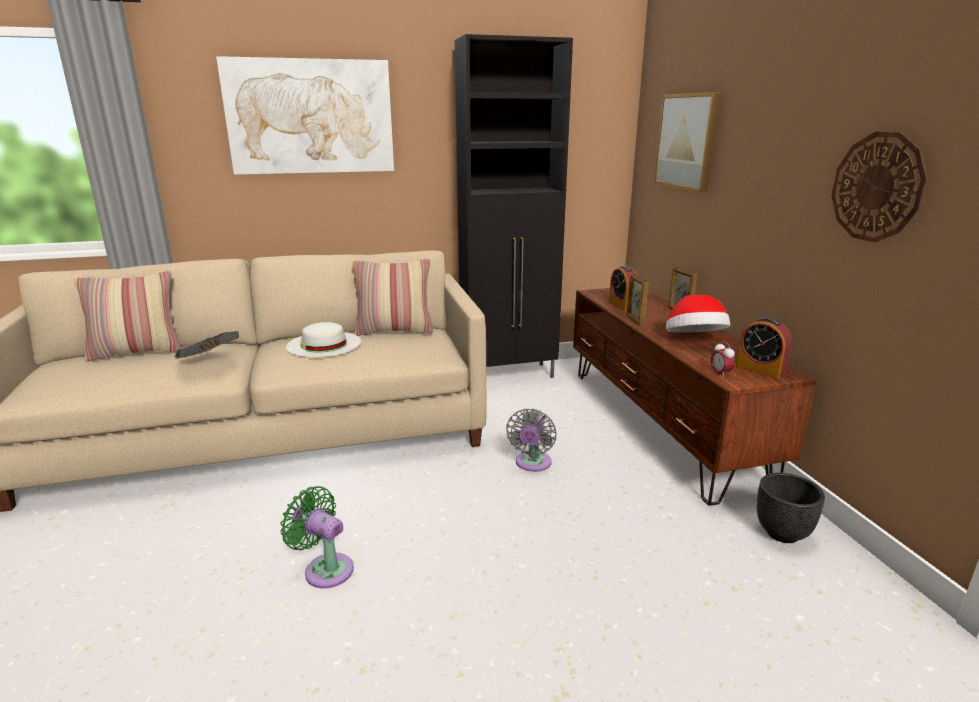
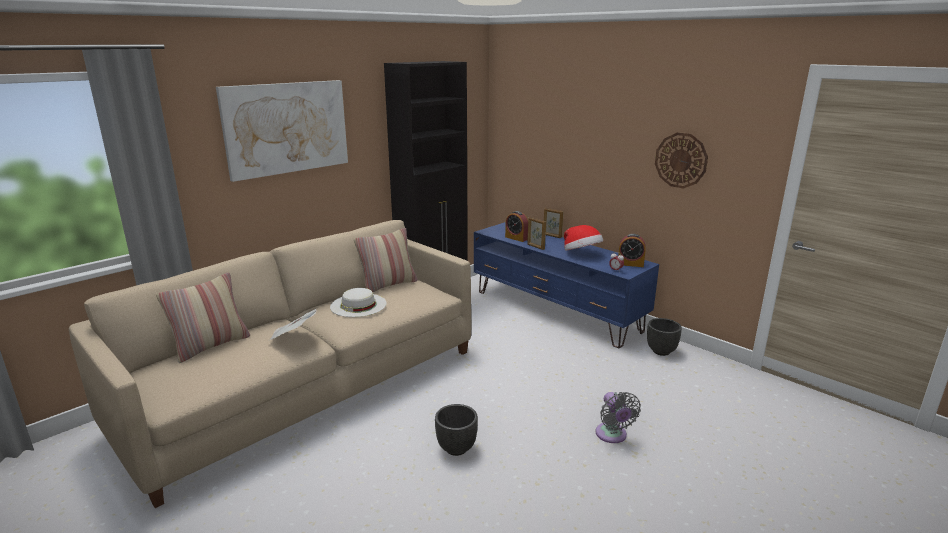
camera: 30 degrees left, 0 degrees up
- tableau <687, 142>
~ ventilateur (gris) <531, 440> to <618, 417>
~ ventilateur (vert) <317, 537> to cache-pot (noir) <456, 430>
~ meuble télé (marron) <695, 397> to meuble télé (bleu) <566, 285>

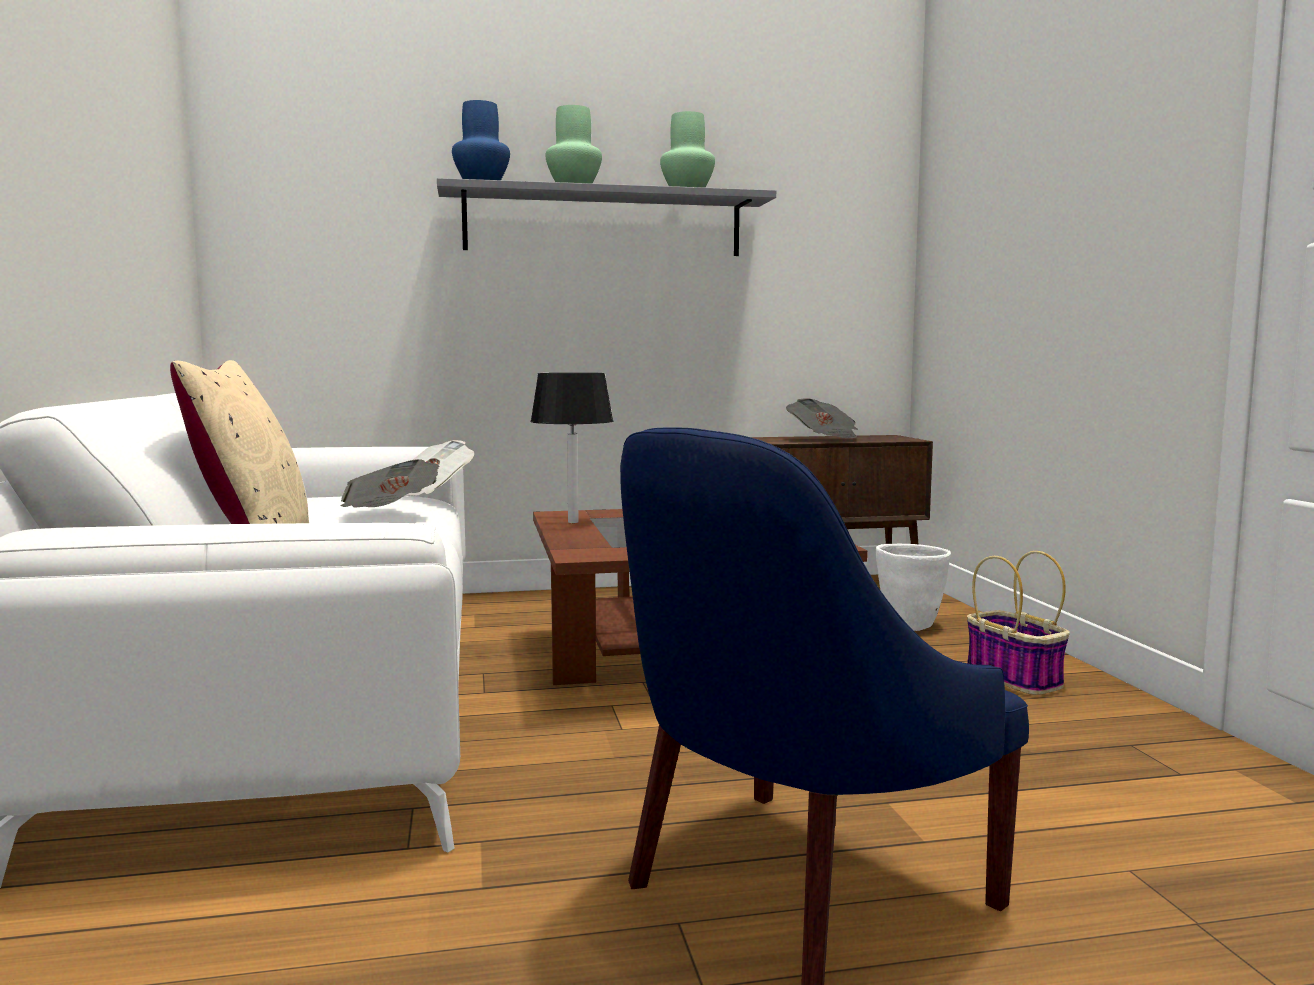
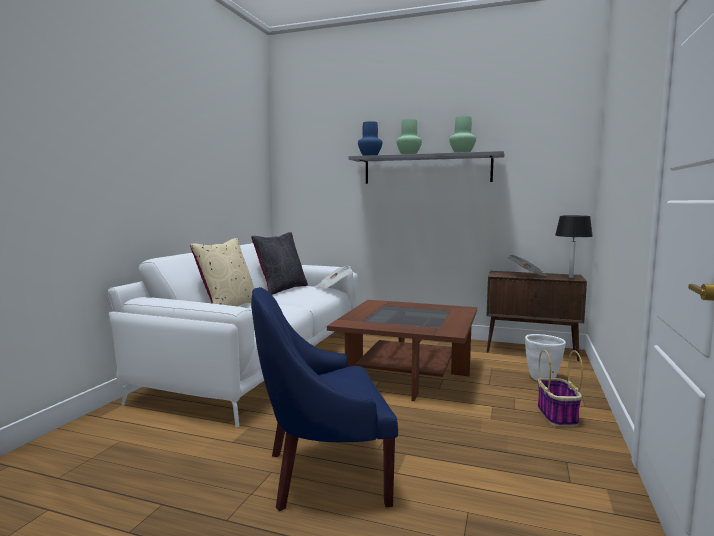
camera: 30 degrees right, 0 degrees up
- journal <389, 483>
+ coussin (noir) <279, 263>
~ lampe de table (noir) <572, 448> to <574, 247>

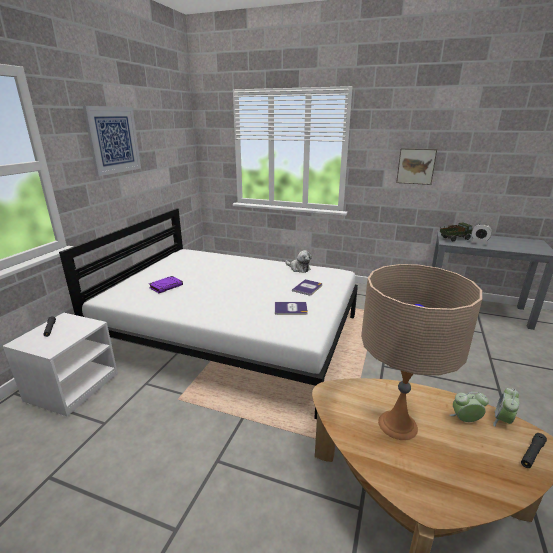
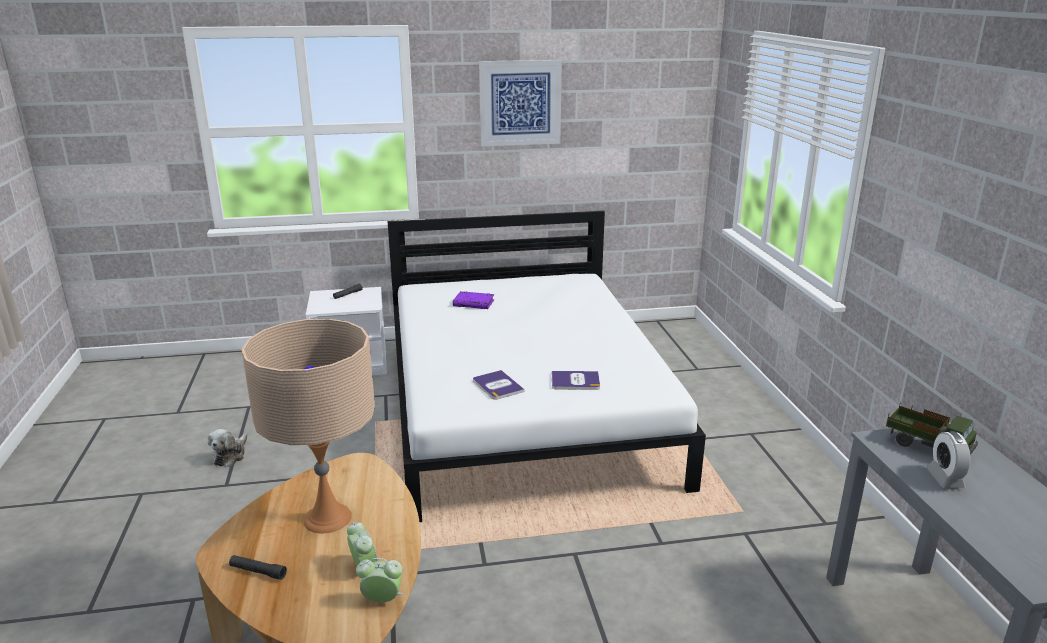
camera: 60 degrees right, 0 degrees up
- tableau <416, 166>
~ peluche <298, 261> to <227, 448>
~ lampe de poche (noir) <534, 450> to <258, 567>

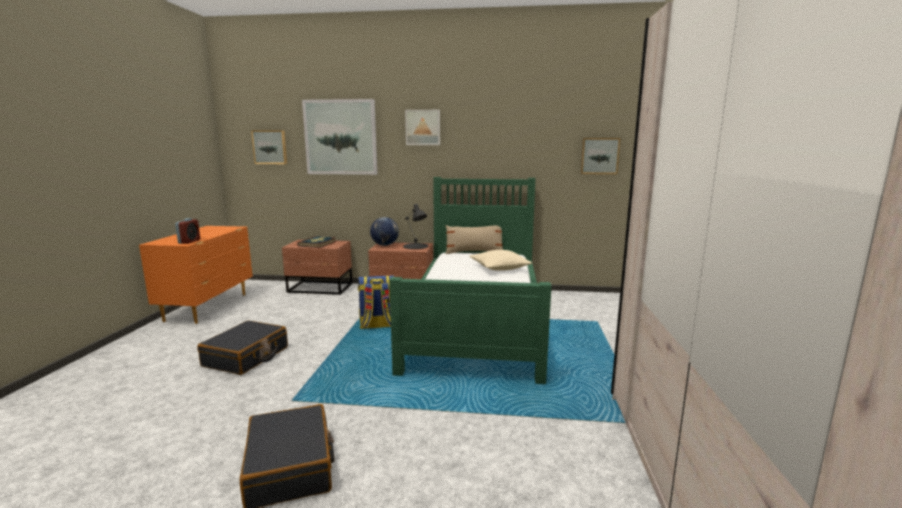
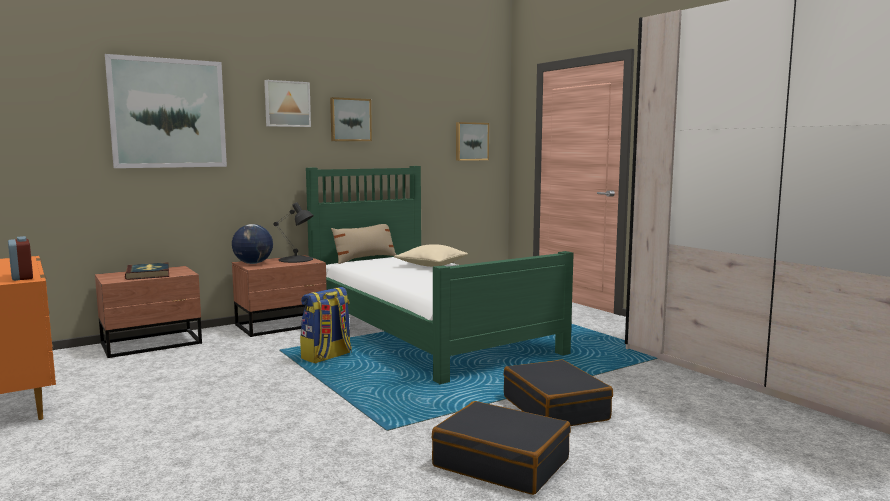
camera: 40 degrees left, 5 degrees down
~ valise (noir) <242, 347> to <558, 393>
~ tableau <269, 147> to <351, 119>

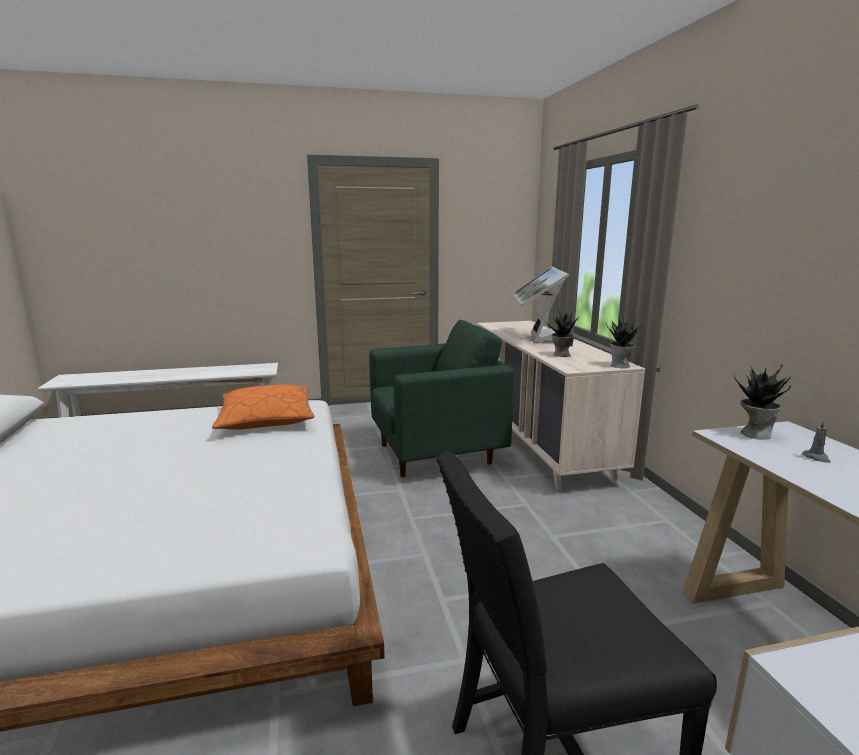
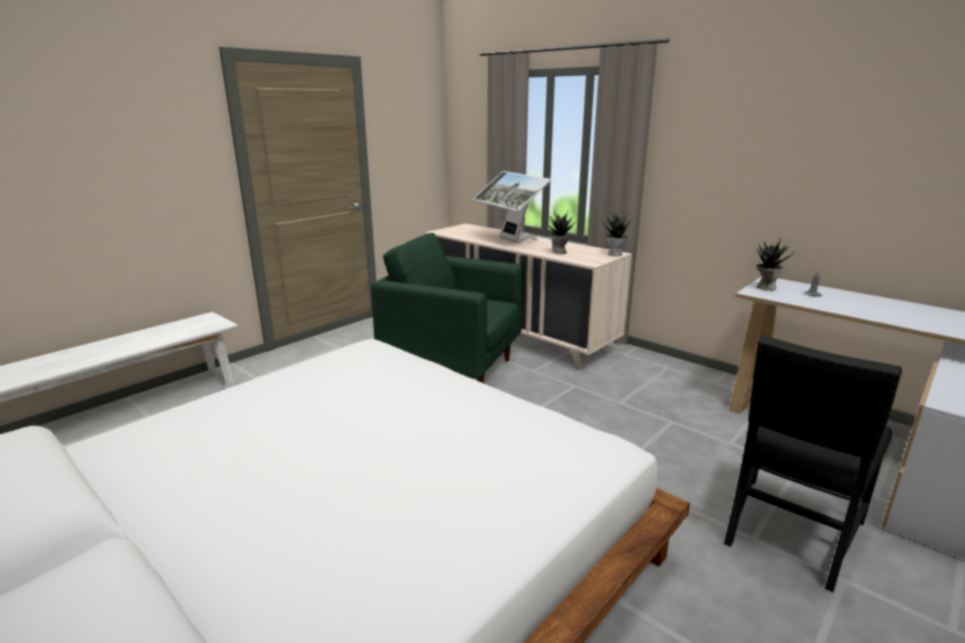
camera: 35 degrees left, 5 degrees up
- coussin (orange) <263, 407>
~ fauteuil (vert) <441, 398> = <447, 308> 105 degrees counterclockwise

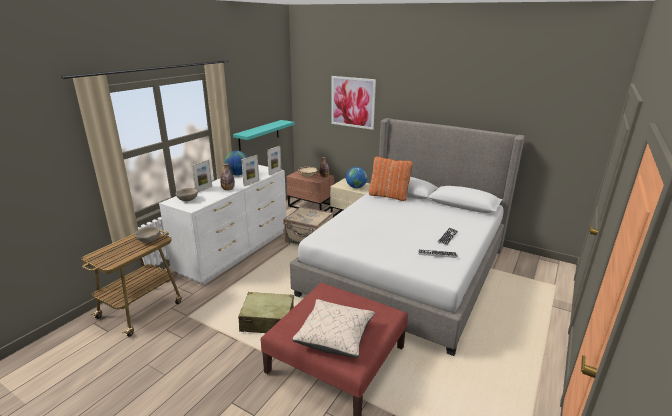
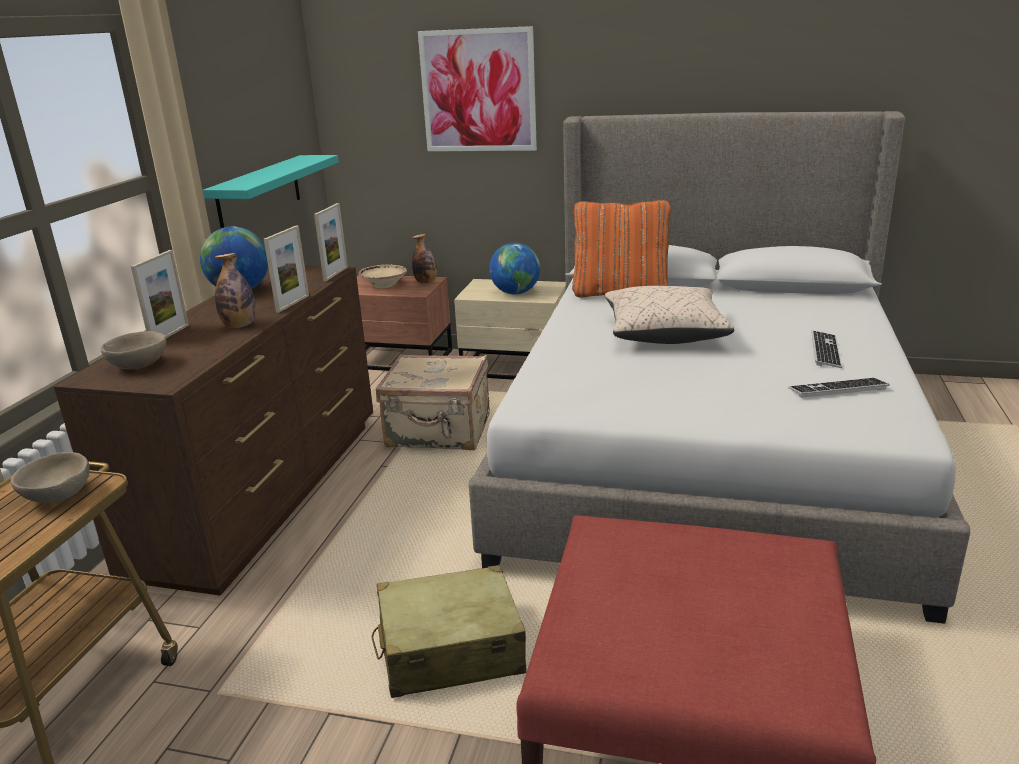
camera: 15 degrees left, 0 degrees up
~ coussin (beige) <333, 328> to <669, 315>
~ commode (blanc) <223, 225> to commode (marron) <213, 430>

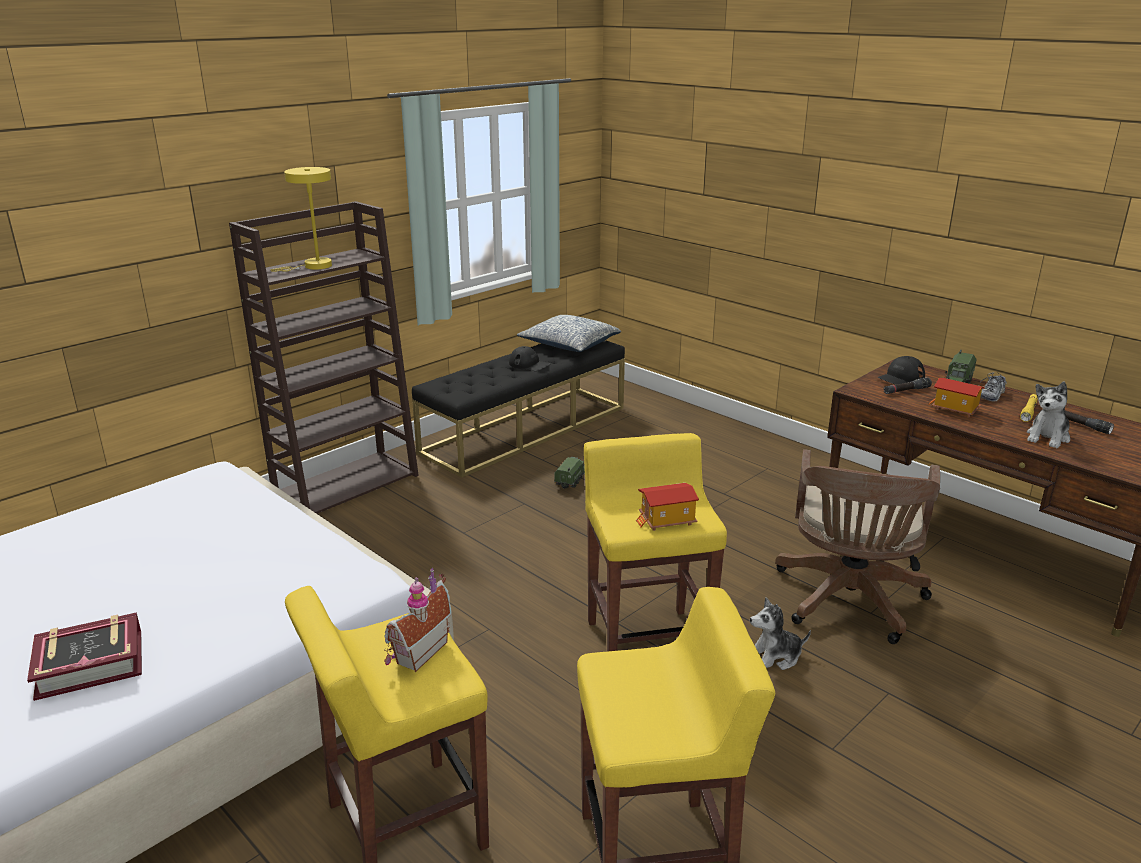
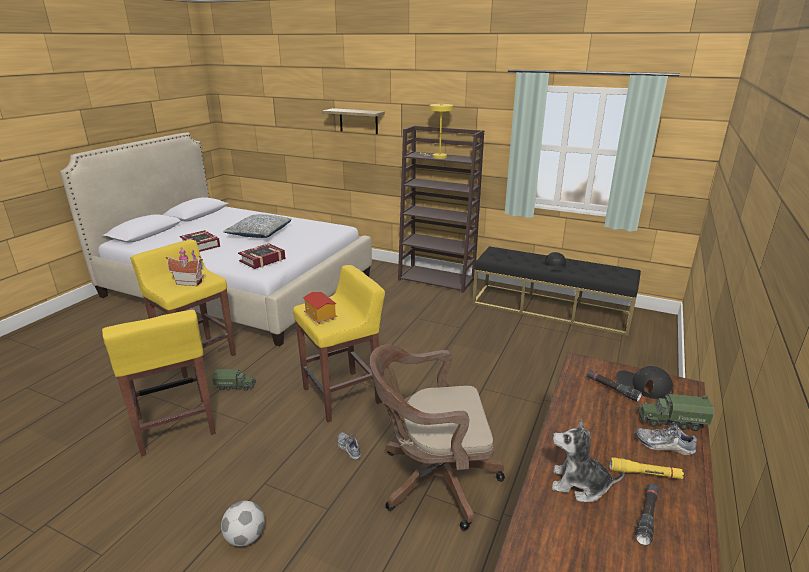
camera: 70 degrees right, 0 degrees up
- maison miniature <956, 398>
+ ballon de foot <243, 524>
+ livre <262, 256>
+ étagère <353, 121>
~ coussin <569, 333> to <257, 226>
~ camion jouet <569, 473> to <234, 380>
~ peluche <780, 633> to chaussure <349, 446>

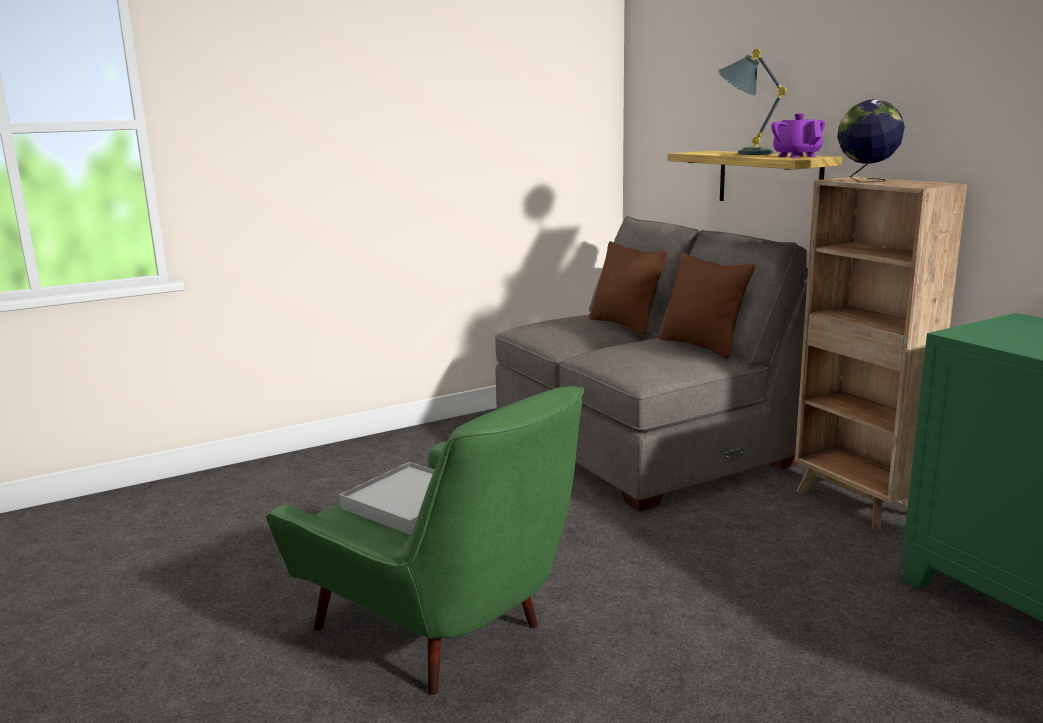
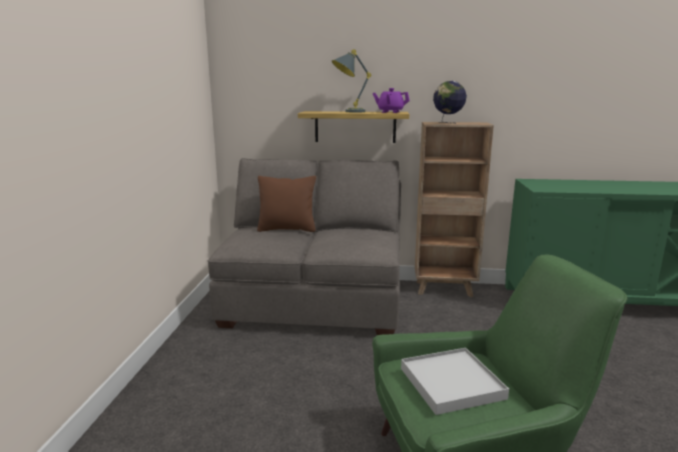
camera: 55 degrees left, 0 degrees up
- coussin (marron) <706, 305>

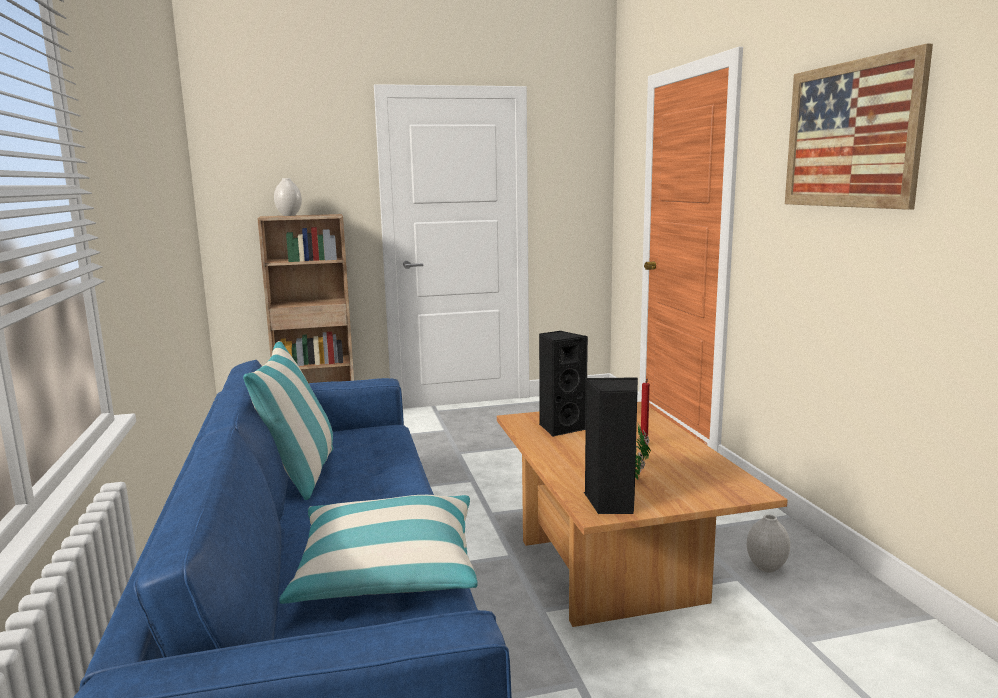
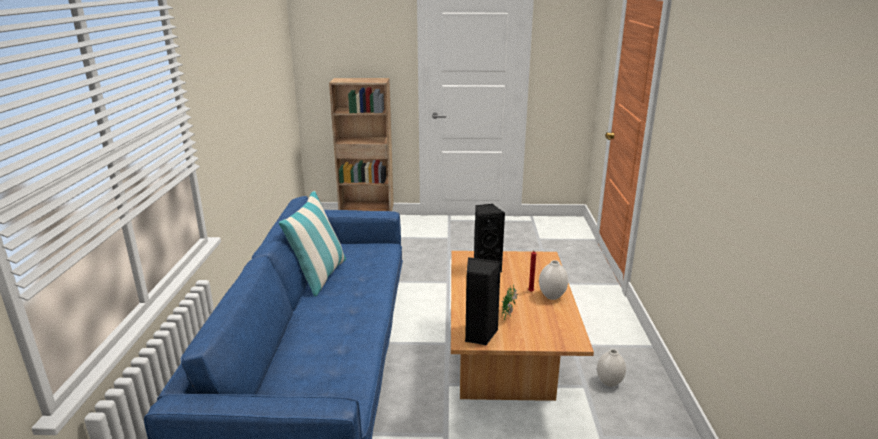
camera: 15 degrees right, 10 degrees up
- coussin <378, 549>
- tableau <859, 127>
~ vase (blanc) <288, 197> to <553, 280>

